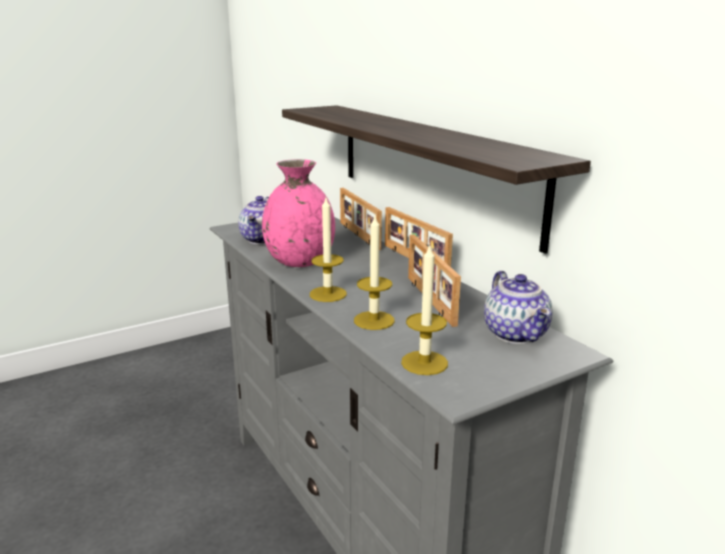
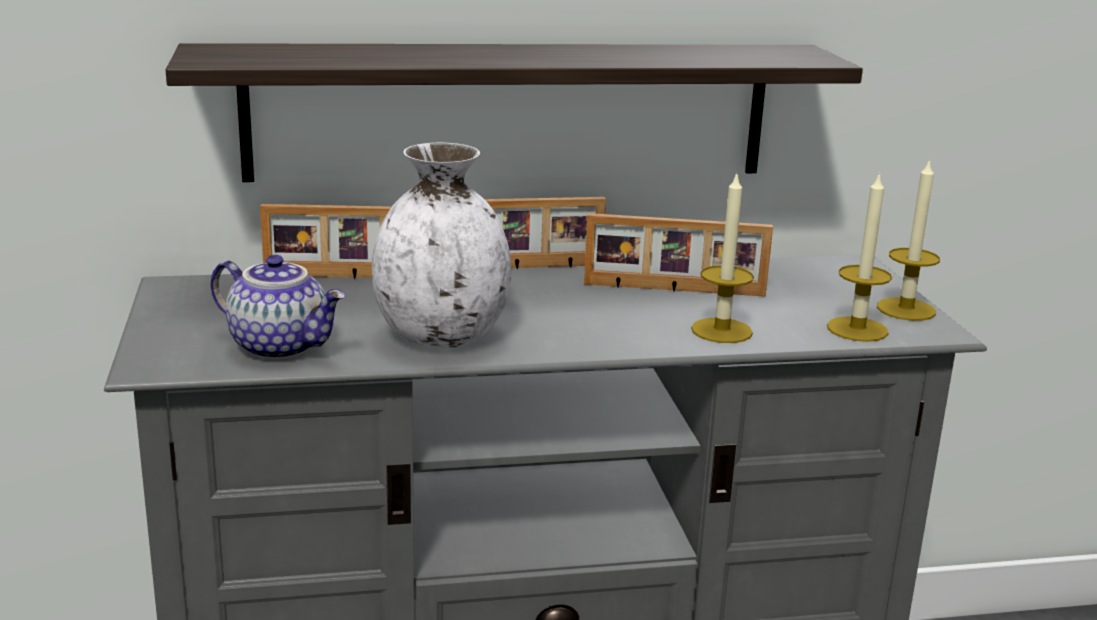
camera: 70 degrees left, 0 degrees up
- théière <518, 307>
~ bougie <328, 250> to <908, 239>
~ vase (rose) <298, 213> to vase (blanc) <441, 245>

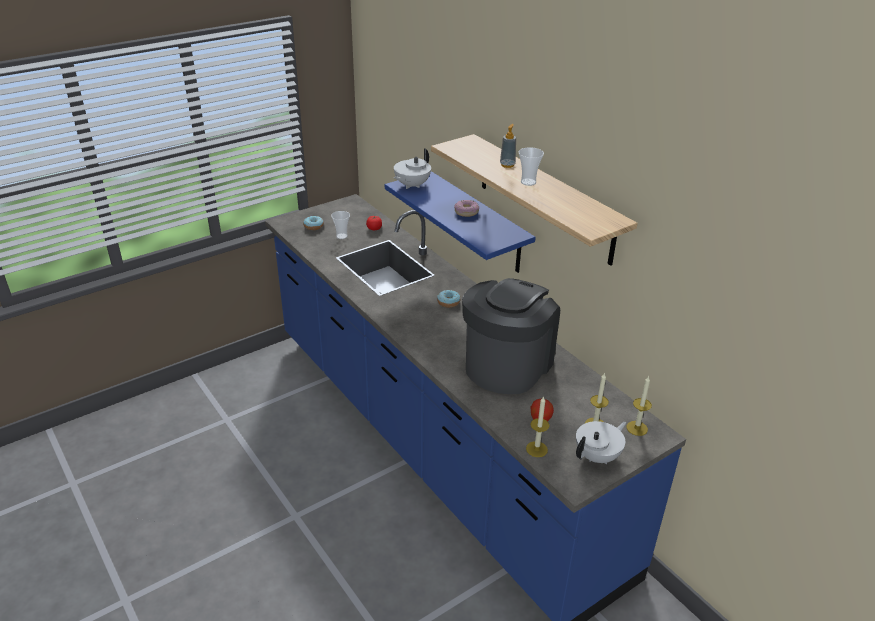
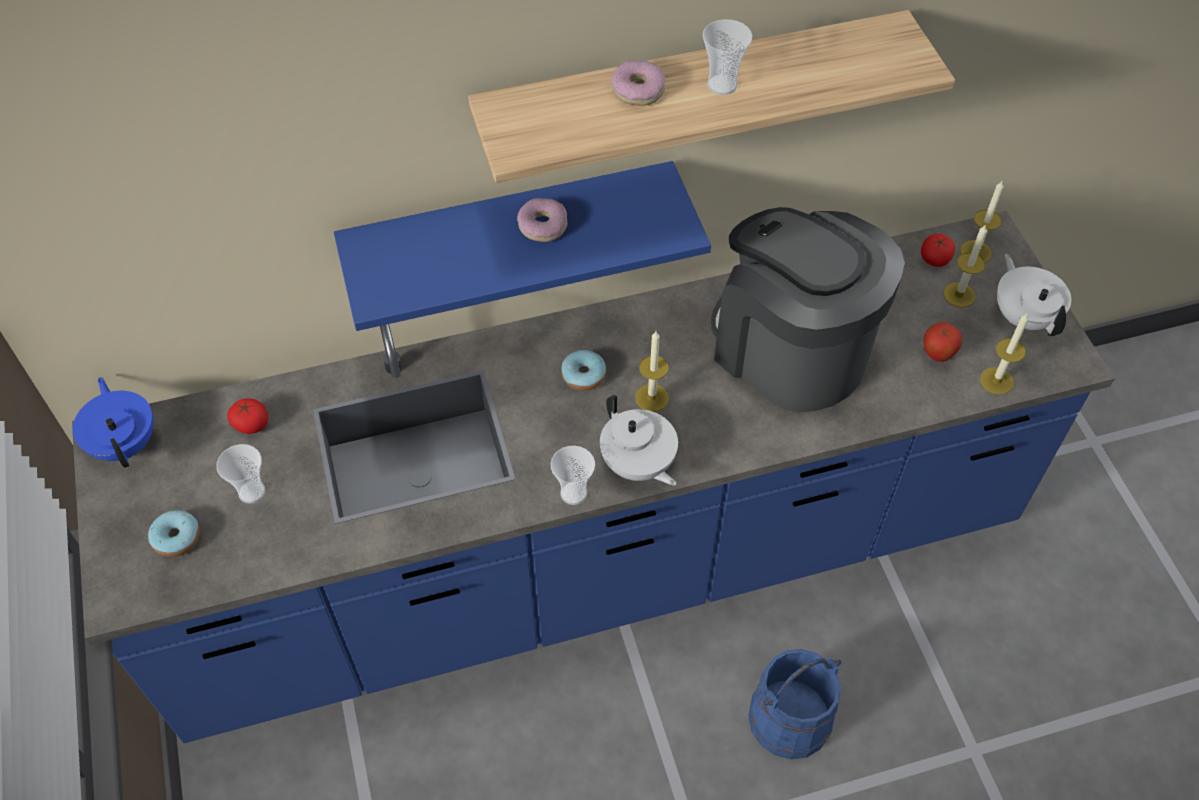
camera: 70 degrees left, 20 degrees up
+ théière (bleu) <113, 422>
+ tasse <572, 475>
+ bougie <652, 371>
+ seau (bleu) <794, 704>
+ tomate <938, 250>
~ théière (blanc) <412, 168> to <639, 440>
~ distributeur de savon <508, 146> to beignet <638, 83>

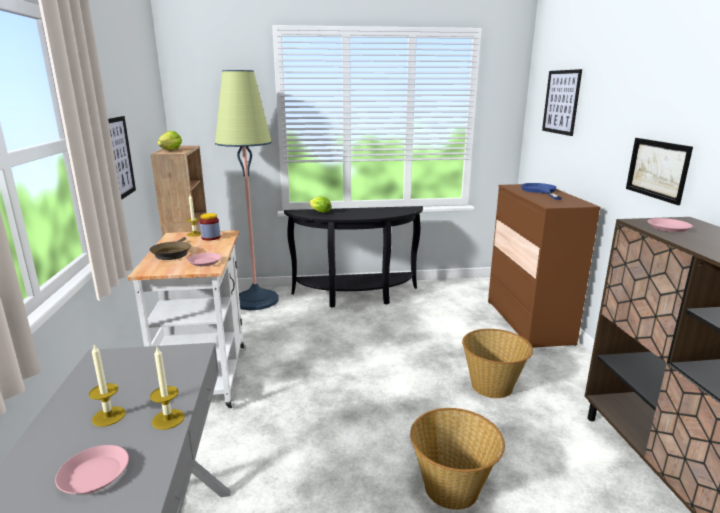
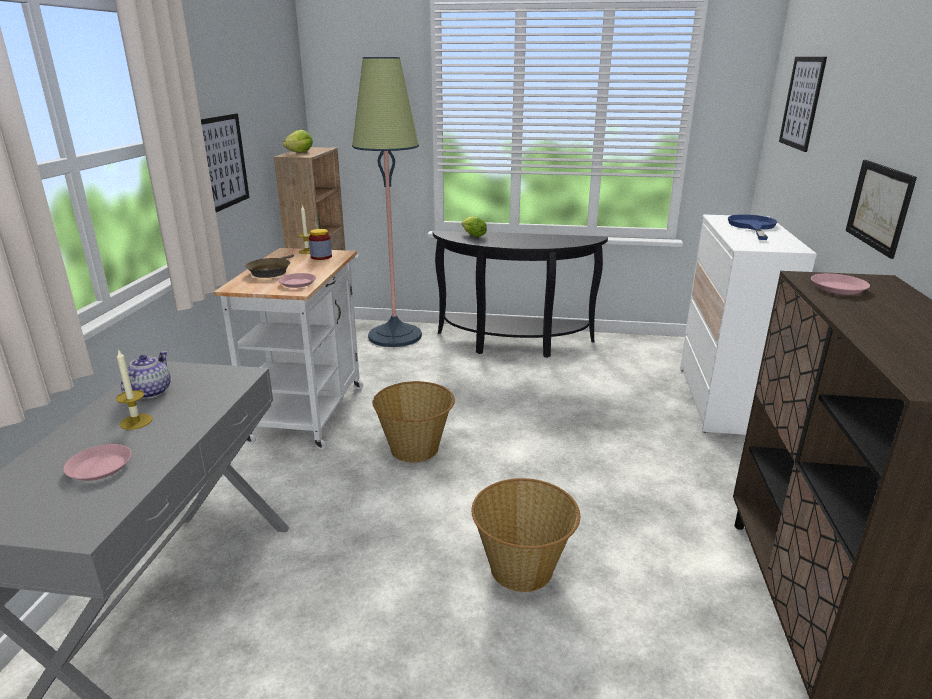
camera: 15 degrees right, 5 degrees up
- bougie <167, 388>
+ théière <146, 375>
~ panier <497, 363> to <414, 421>
~ commode (marron) <544, 266> to commode (blanc) <748, 325>

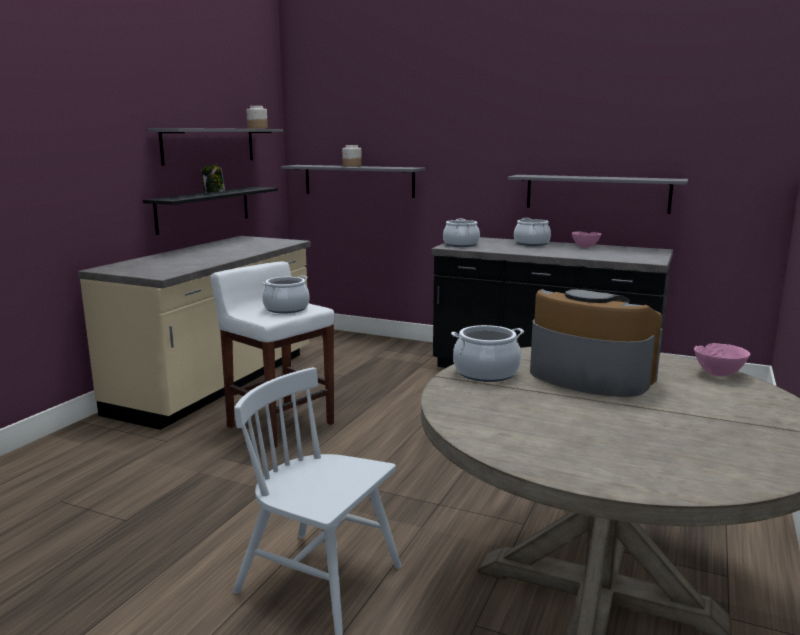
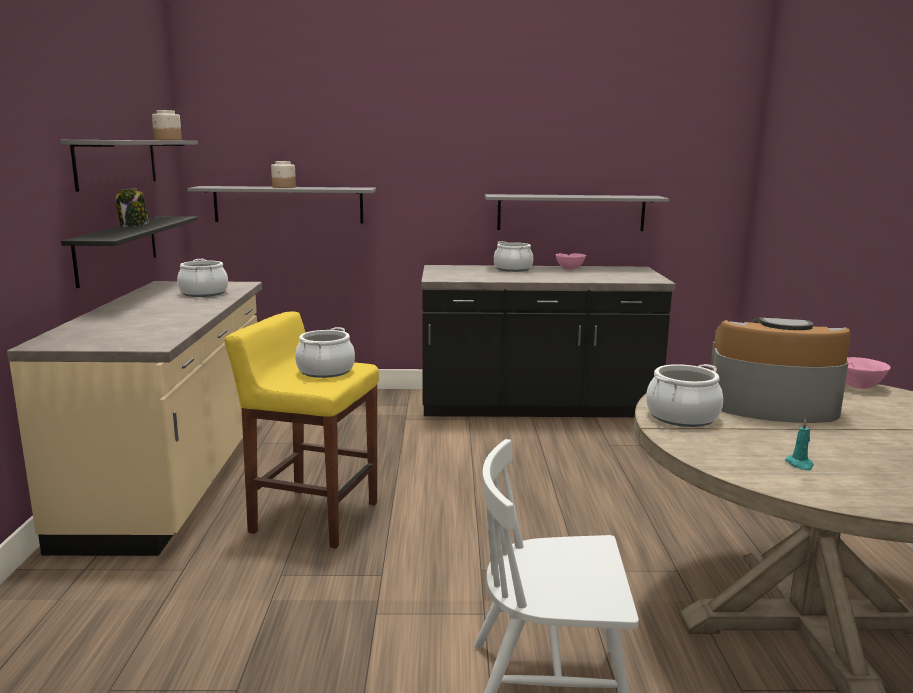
camera: 25 degrees left, 0 degrees up
+ bougie (turquoise) <799, 445>
~ marmite <461, 233> to <202, 278>
~ tabouret (blanc) <272, 354> to tabouret (jaune) <301, 429>

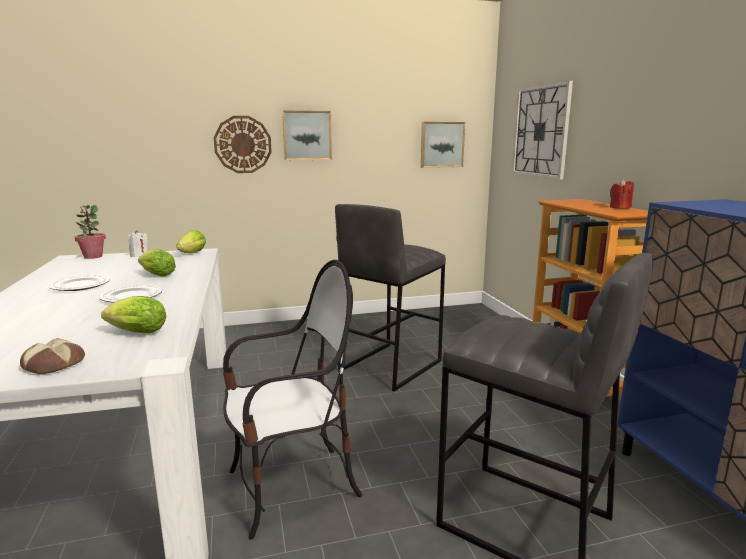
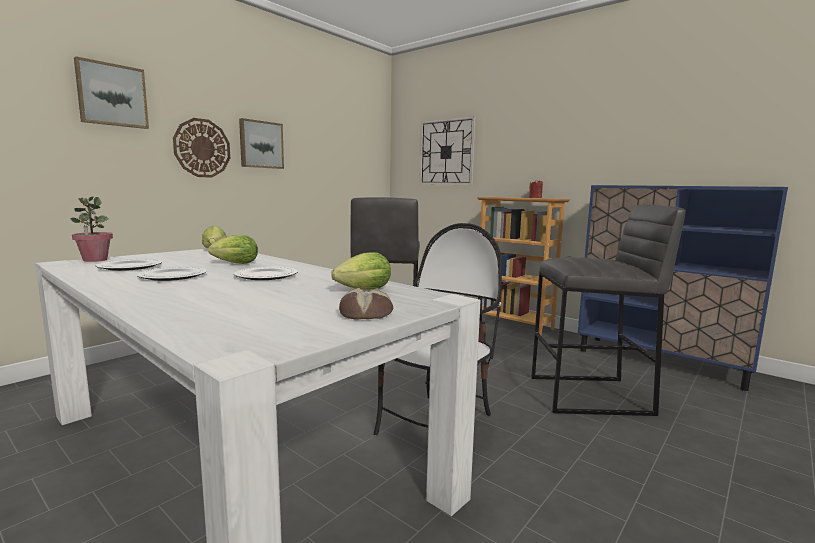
camera: 35 degrees left, 5 degrees down
- bougie (blanc) <138, 243>
+ assiette <128, 265>
~ tableau <443, 145> to <111, 92>

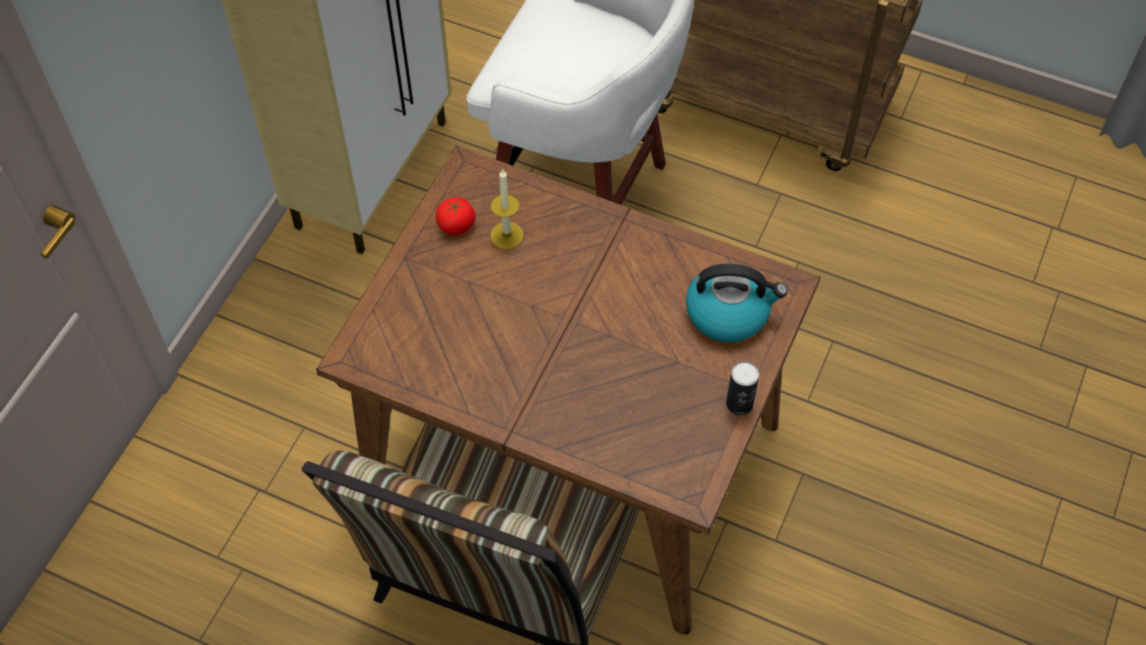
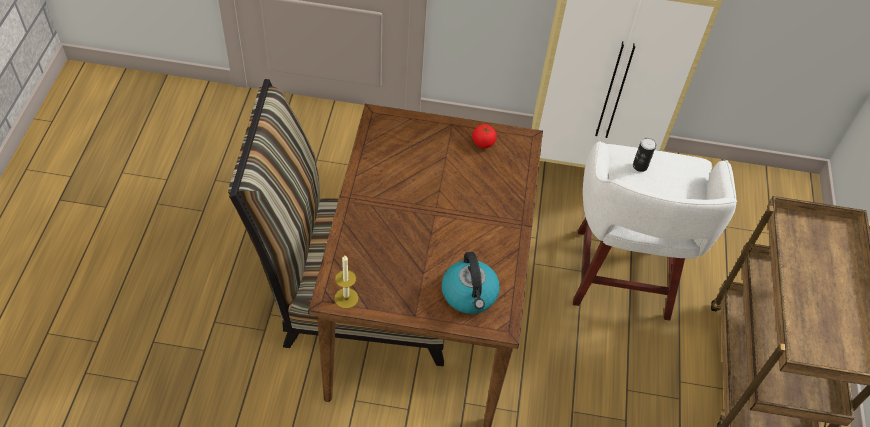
camera: 70 degrees right, 5 degrees down
~ bougie <507, 209> to <346, 282>
~ boîte métallique <742, 388> to <644, 155>

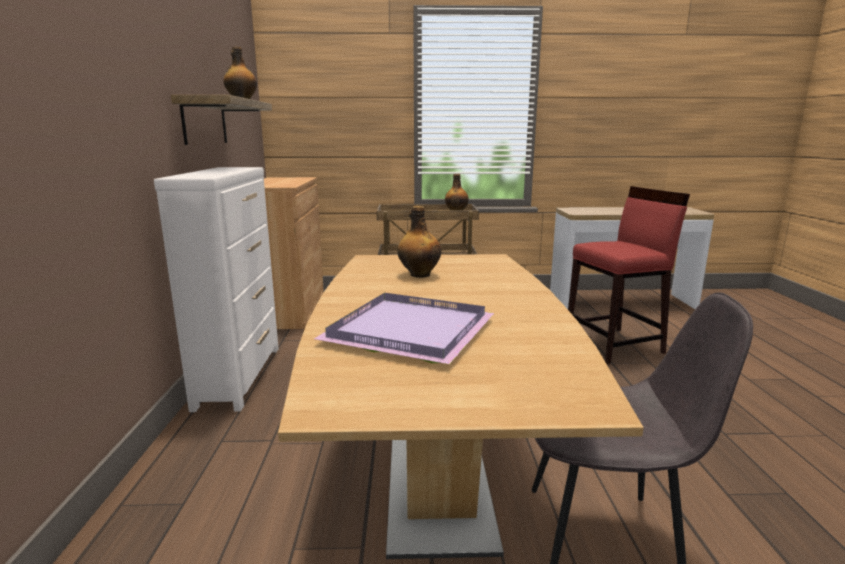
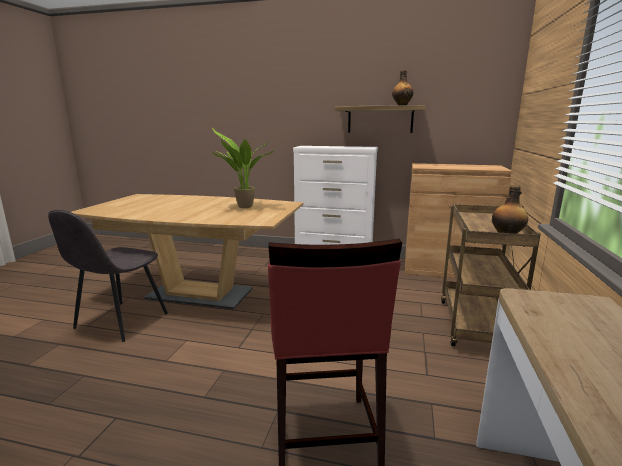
camera: 105 degrees right, 0 degrees up
- plateau (violet) <404, 328>
~ bouteille <419, 242> to plante en pot <243, 168>

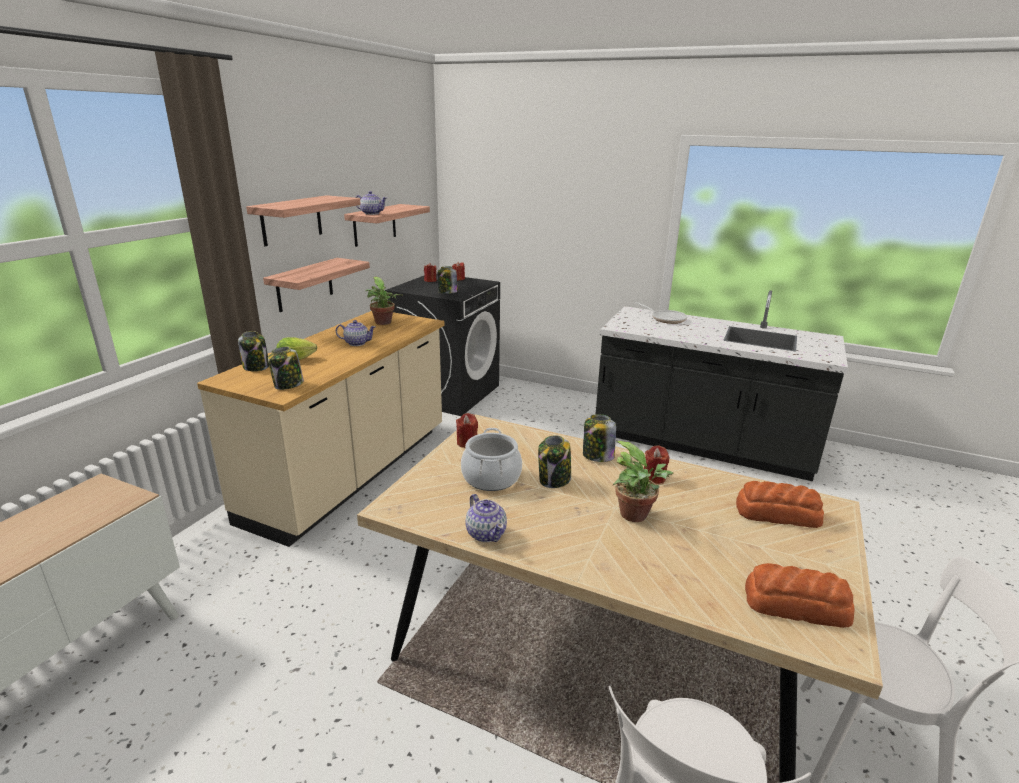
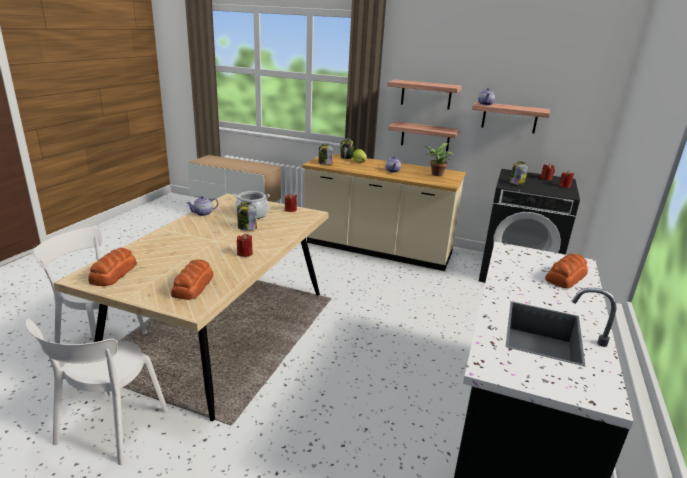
camera: 85 degrees right, 0 degrees up
- bocal <599, 438>
- plante en pot <643, 481>
~ poêle <661, 313> to pain <566, 271>

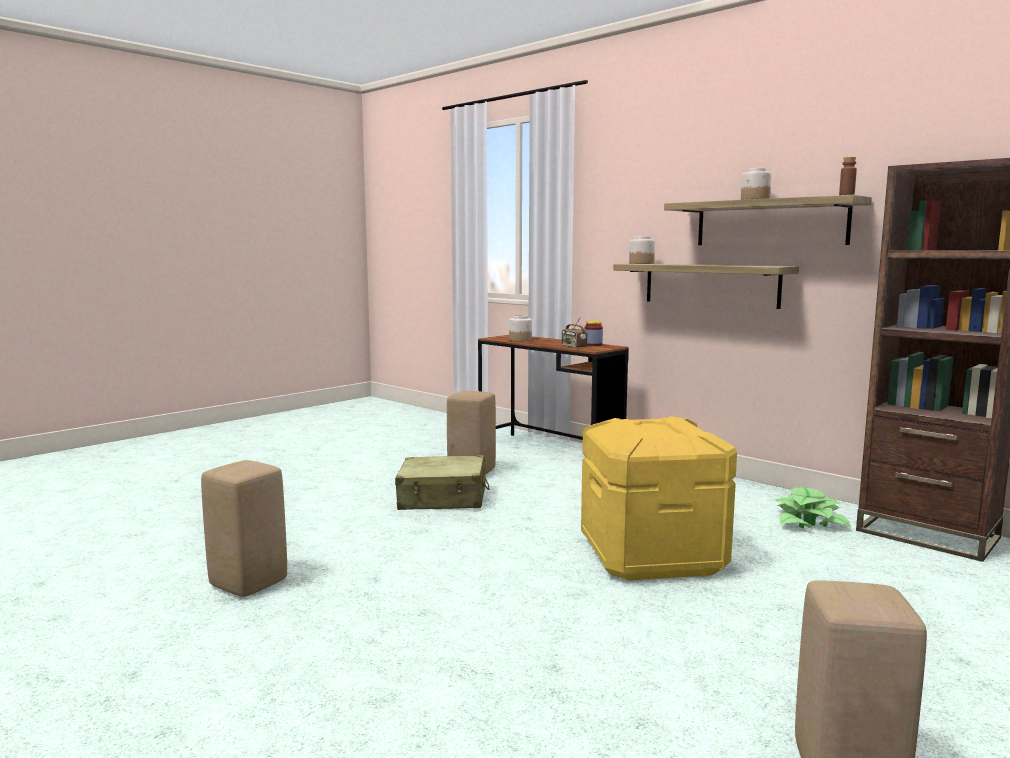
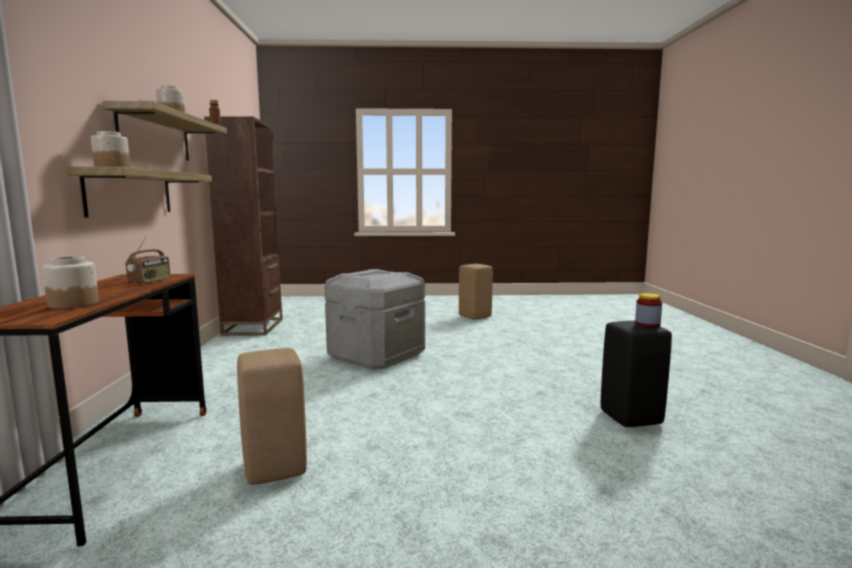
camera: 135 degrees left, 0 degrees up
- valise (beige) <442, 482>
- plante en pot <813, 507>
~ bocal <594, 333> to <648, 310>
~ tabouret (beige) <244, 528> to tabouret (noir) <636, 374>
~ boîte de rangement (jaune) <659, 498> to boîte de rangement (gris) <374, 319>

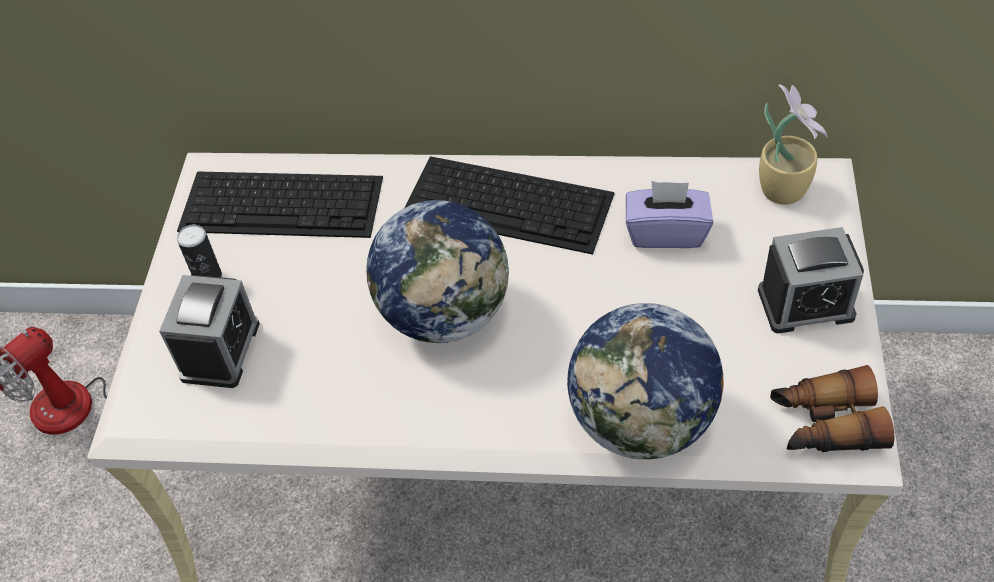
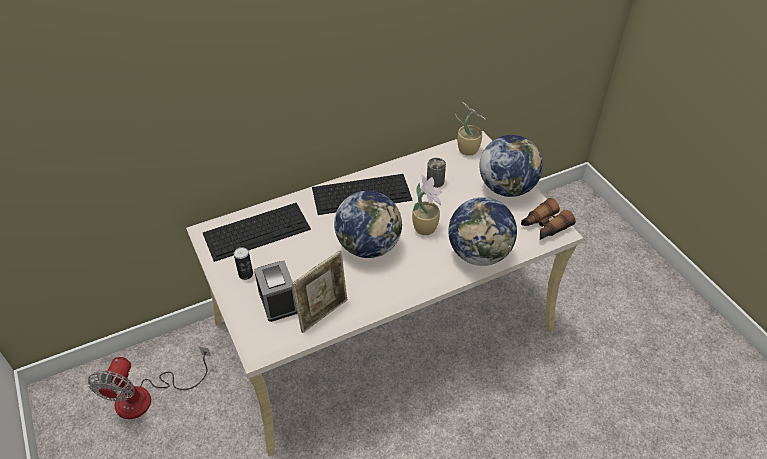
camera: 35 degrees left, 5 degrees down
+ cadre photo <319, 292>
+ plante en pot <427, 204>
~ boîte à mouchoirs (violet) <669, 214> to boîte métallique <436, 173>
~ réveil <811, 280> to globe <511, 166>

